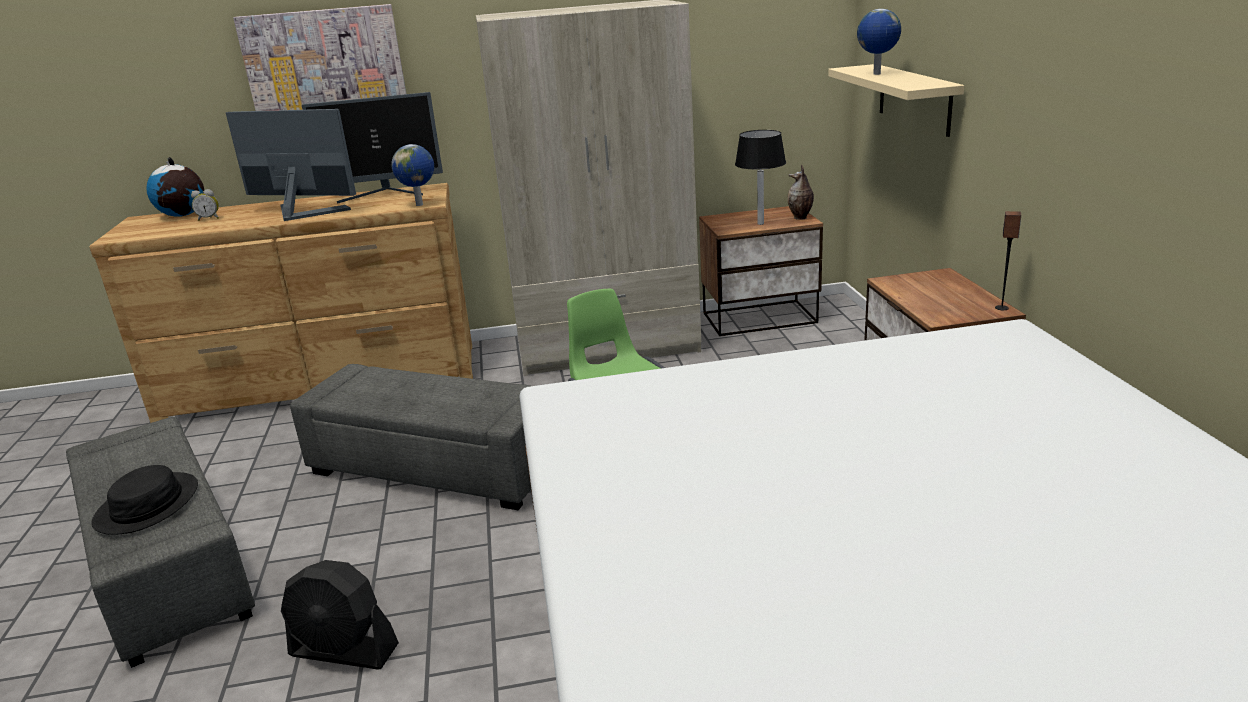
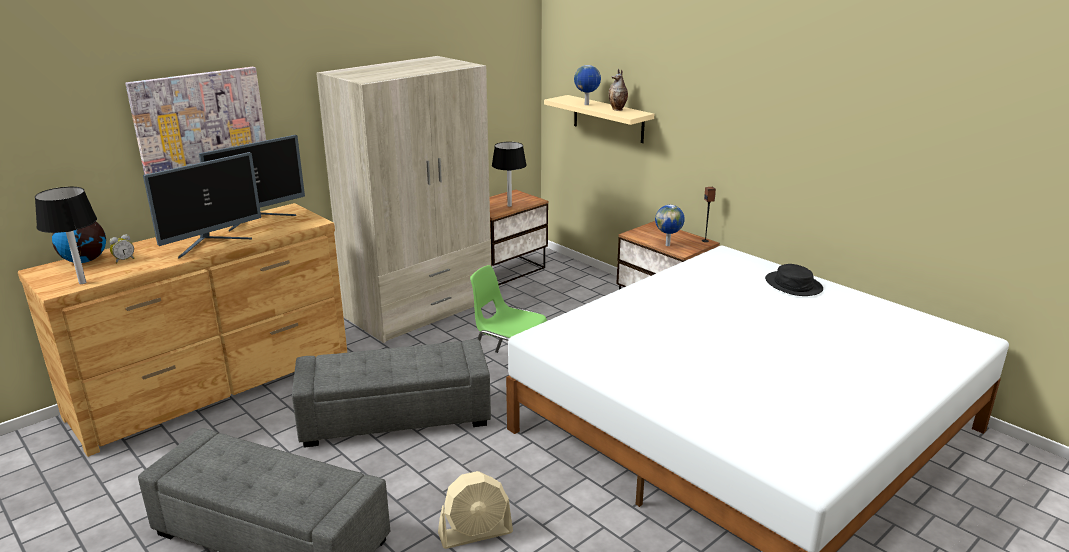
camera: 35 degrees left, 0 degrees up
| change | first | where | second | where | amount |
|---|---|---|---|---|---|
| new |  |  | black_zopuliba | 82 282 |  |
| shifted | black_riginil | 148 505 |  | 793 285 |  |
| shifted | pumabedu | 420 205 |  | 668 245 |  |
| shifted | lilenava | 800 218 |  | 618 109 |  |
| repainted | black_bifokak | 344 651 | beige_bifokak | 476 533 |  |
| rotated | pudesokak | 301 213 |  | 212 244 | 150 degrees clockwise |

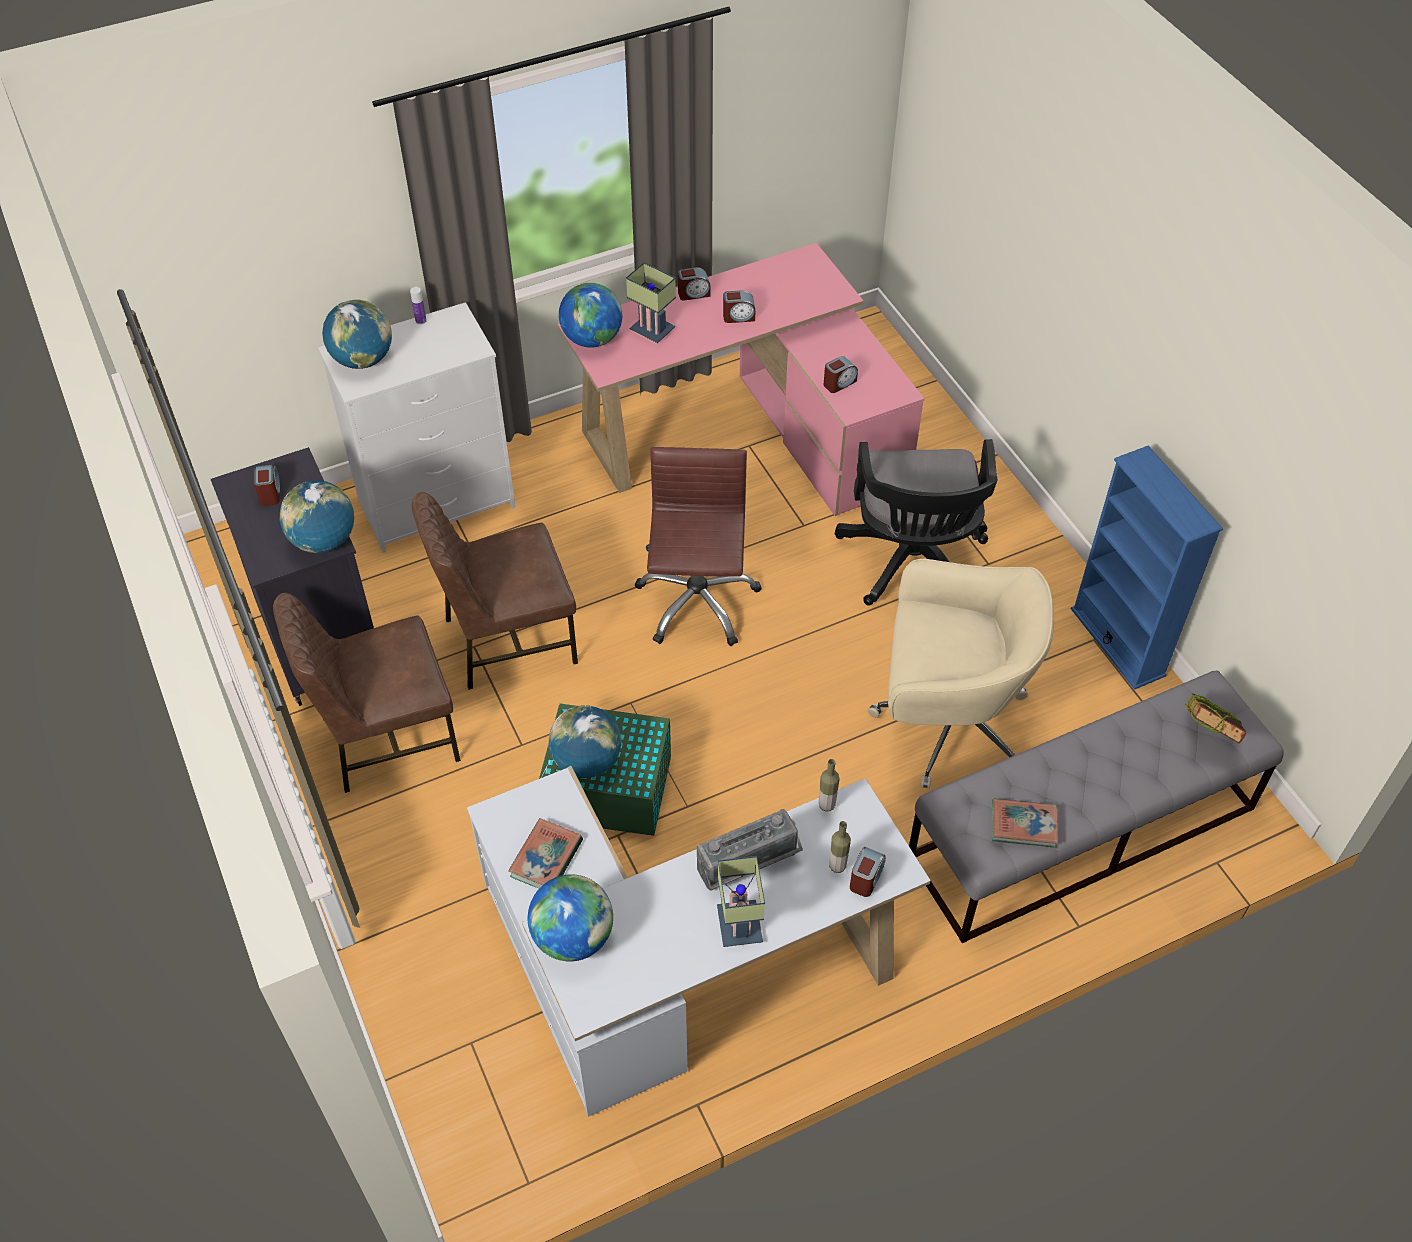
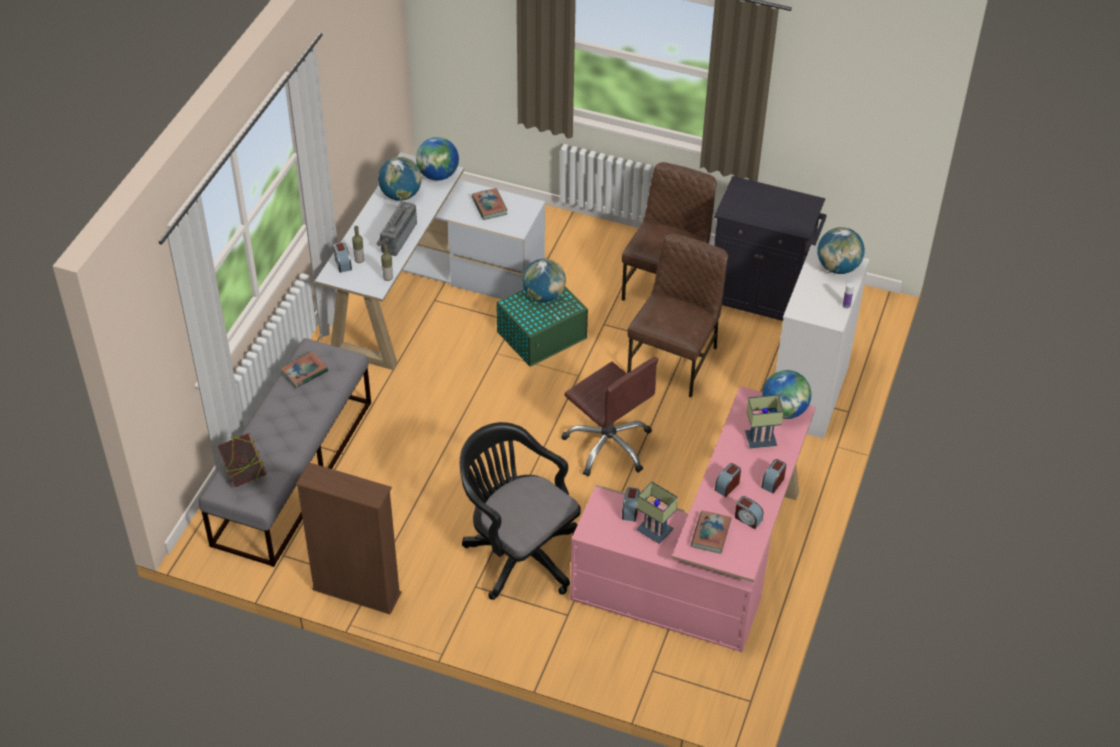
camera: 135 degrees right, 5 degrees down
| change | first | where | second | where | amount |
|---|---|---|---|---|---|
| gone | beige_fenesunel | 946 724 |  |  |  |
| new |  |  | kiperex | 710 534 |  |
| shifted | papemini | 270 492 |  | 747 519 |  |
| shifted | pumabedu | 324 541 |  | 401 195 |  |
| shifted | zopuliba | 737 924 |  | 656 531 |  |
| repainted | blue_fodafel | 1117 642 | brown_fodafel | 356 591 |  |

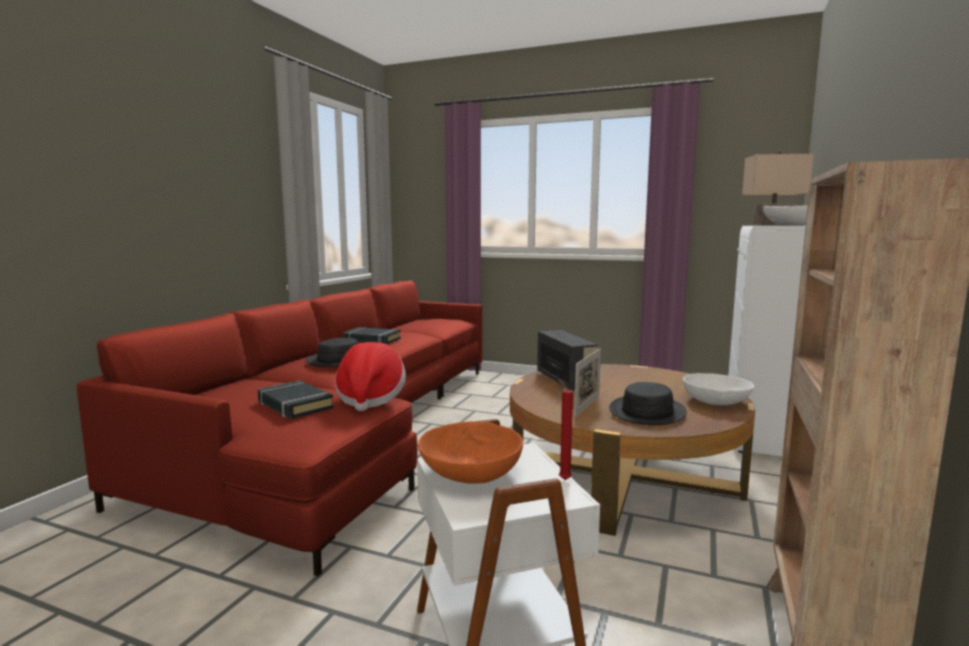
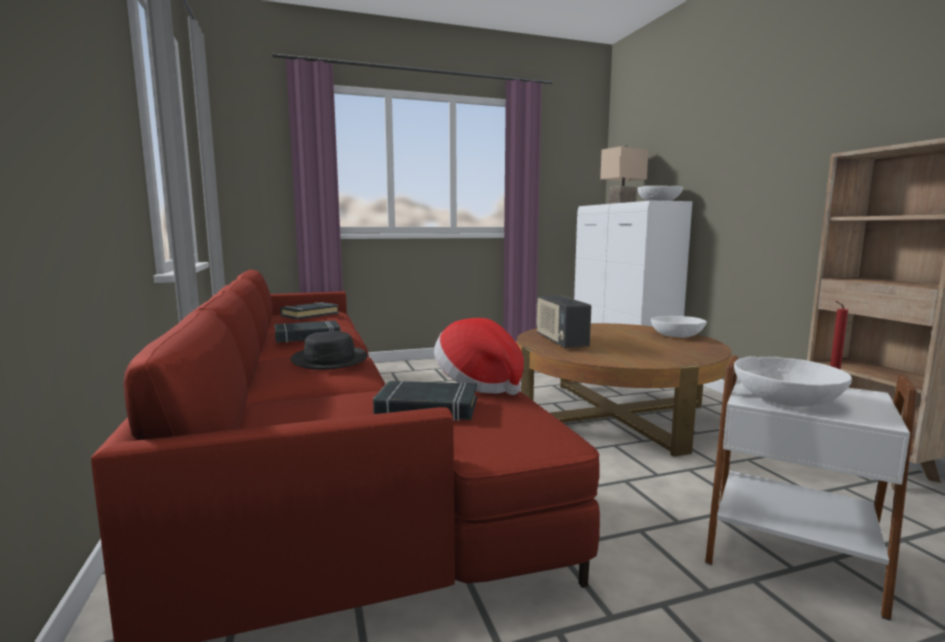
camera: 40 degrees left, 0 degrees up
| change | first | where | second | where | amount |
|---|---|---|---|---|---|
| gone | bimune | 587 406 |  |  |  |
| gone | black_riginil | 647 412 |  |  |  |
| new |  |  | black_kiperex | 309 315 |  |
| repainted | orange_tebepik | 470 472 | white_tebepik | 785 399 |  |
| rotated | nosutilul | 566 381 |  | 560 341 | 135 degrees counterclockwise |

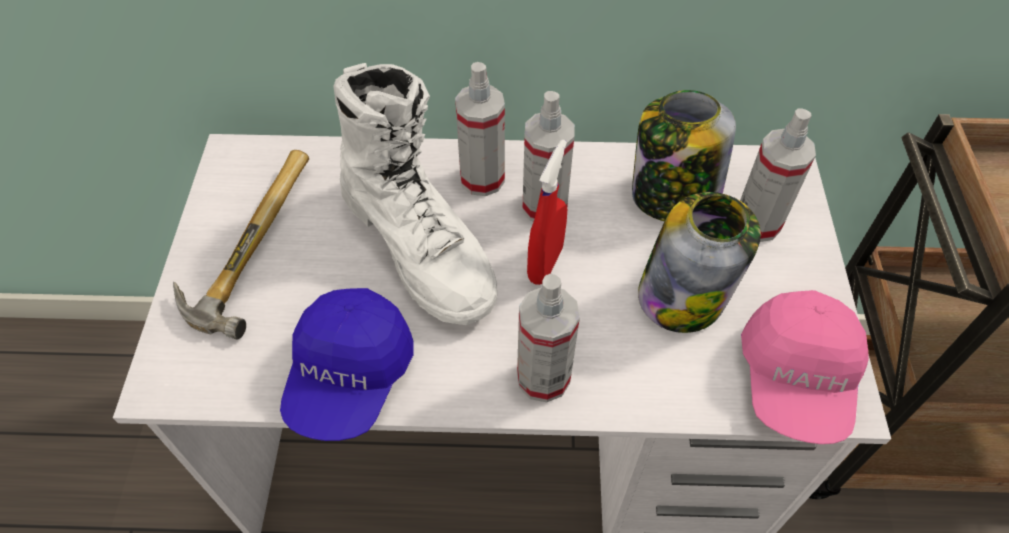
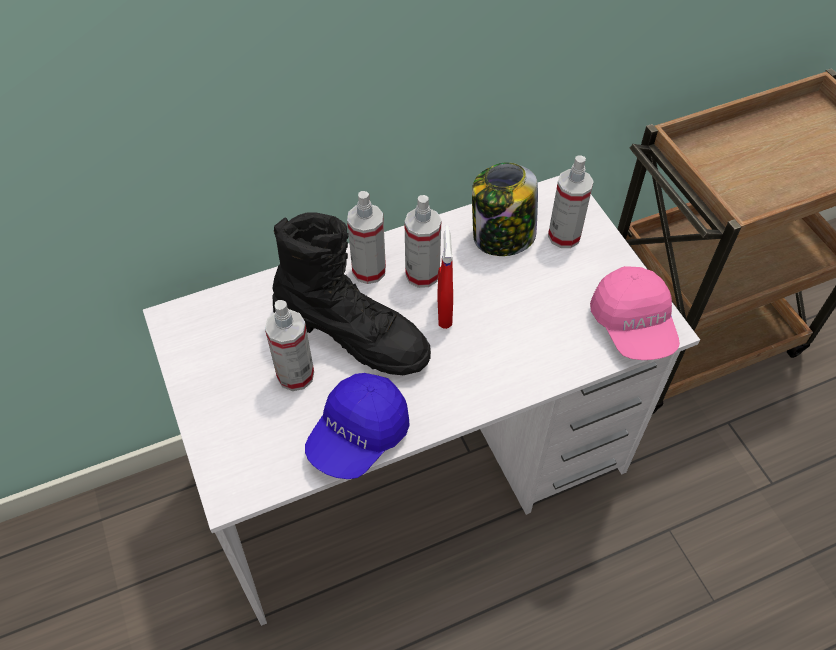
camera: 25 degrees left, 0 degrees up
| change | first | where | second | where | amount |
|---|---|---|---|---|---|
| gone | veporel | 246 243 |  |  |  |
| gone | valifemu | 683 295 |  |  |  |
| shifted | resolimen | 543 377 |  | 295 375 |  |
| repainted | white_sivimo | 420 245 | black_sivimo | 353 332 |  |
| rotated | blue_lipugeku | 349 377 |  | 358 436 | 45 degrees clockwise |

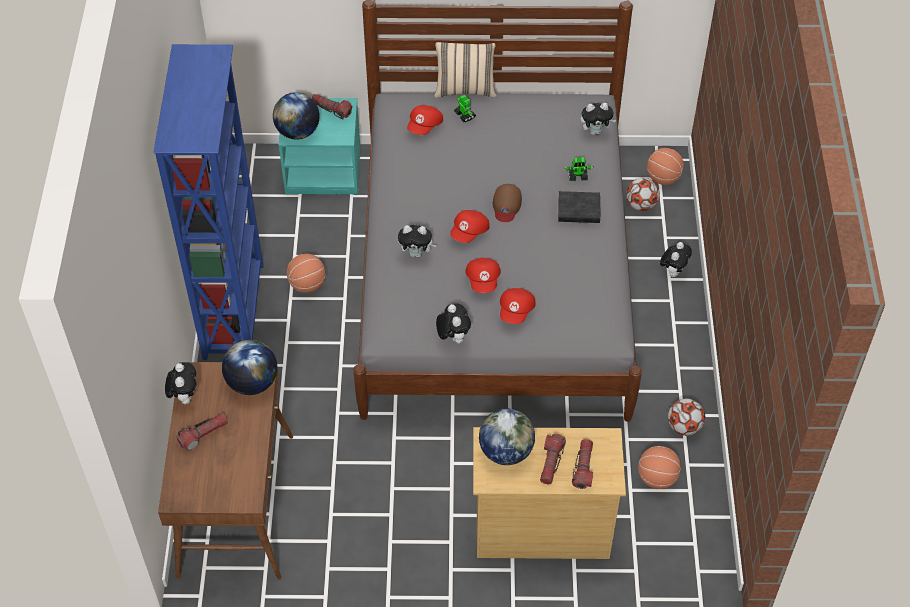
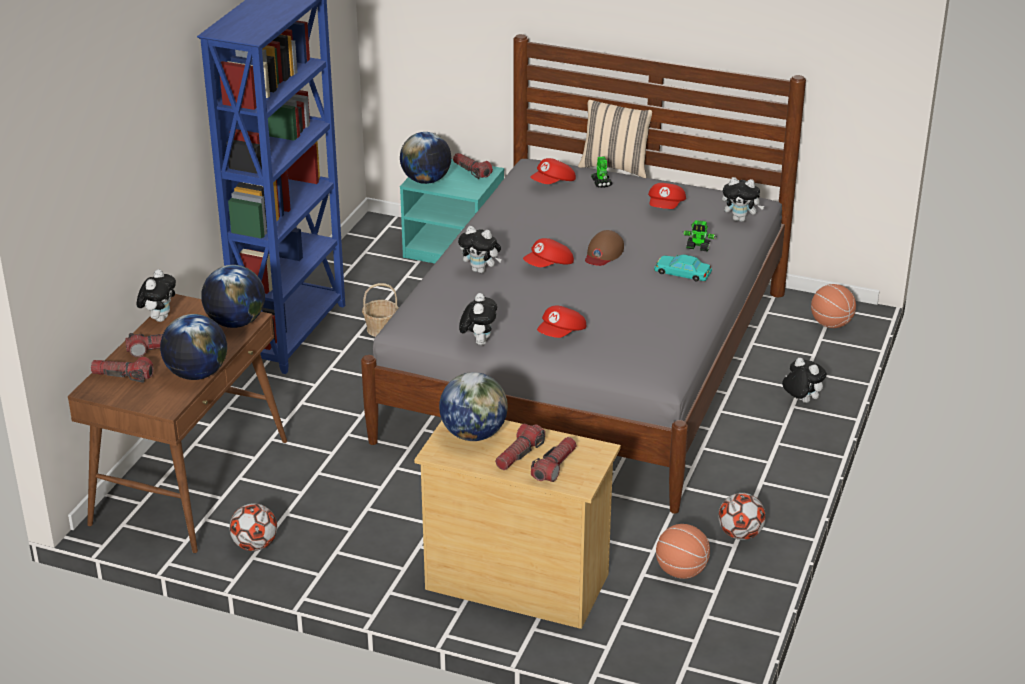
camera: 20 degrees right, 20 degrees down
| change | first | where | second | where | amount |
|---|---|---|---|---|---|
| new |  |  | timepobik | 123 376 |  |
| new |  |  | pumabedu | 196 374 |  |
| shifted | red_lipugeku | 483 280 |  | 666 207 |  |
| shifted | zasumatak | 641 205 |  | 255 545 |  |
| swapped | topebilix | 307 284 | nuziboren | 381 329 |  |
| swapped | black_kiperex | 578 210 | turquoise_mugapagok | 682 272 |  |
| rotated | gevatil | 673 271 |  | 801 401 | 90 degrees counterclockwise |

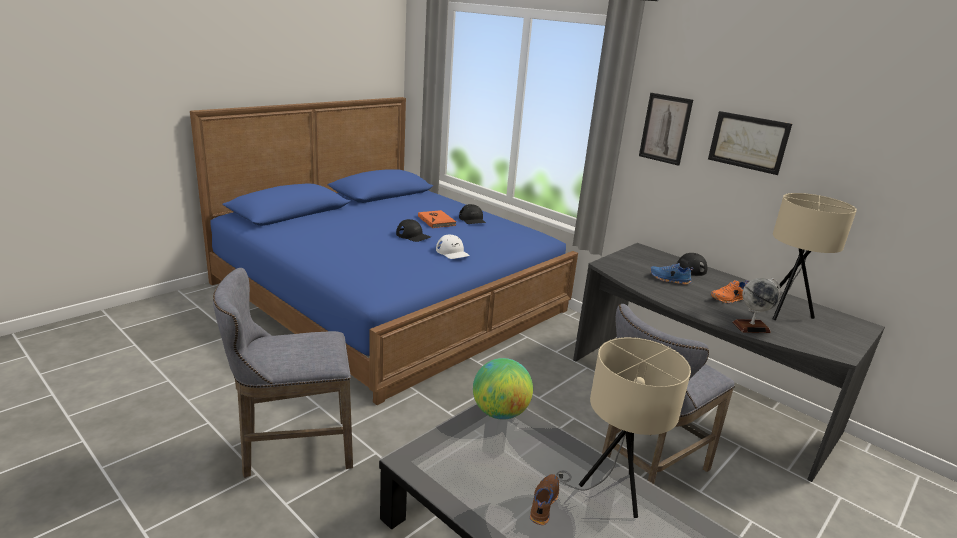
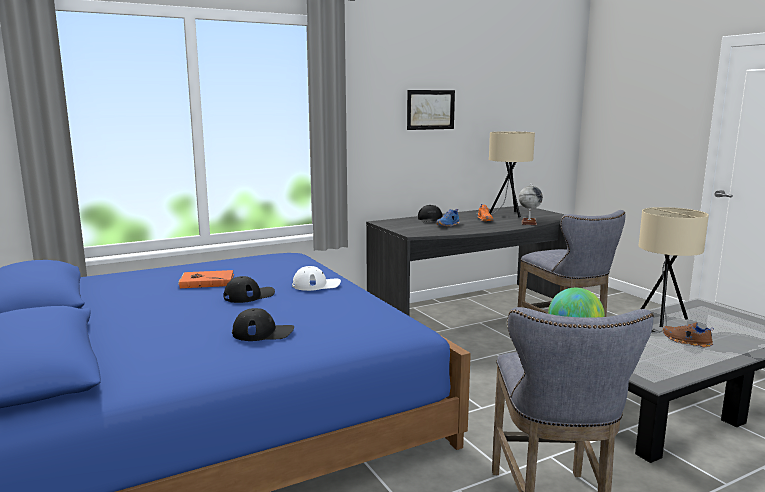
camera: 70 degrees left, 10 degrees down
| change | first | where | second | where | amount |
|---|---|---|---|---|---|
| gone | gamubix | 665 129 |  |  |  |
| shifted | black_lipugeku | 472 219 |  | 263 332 |  |

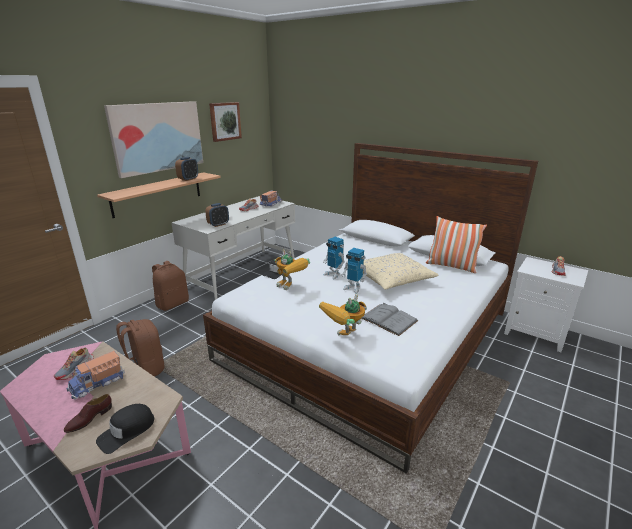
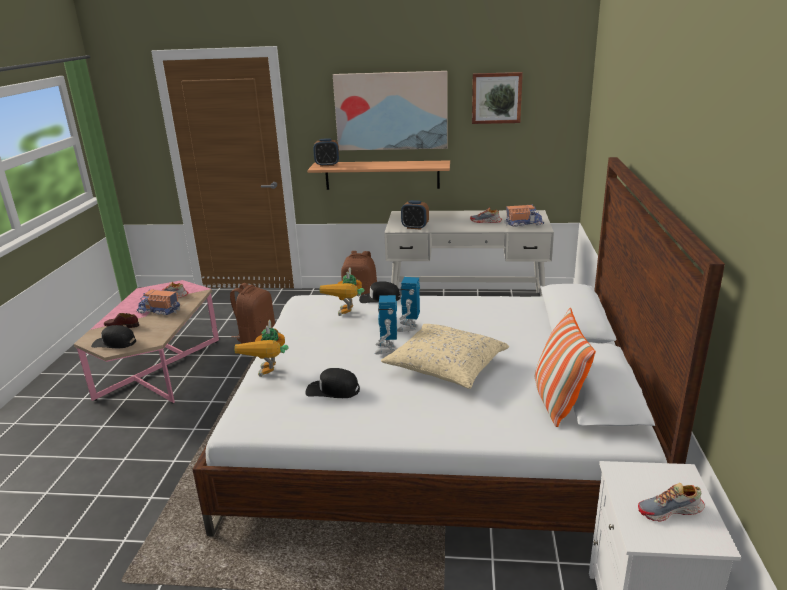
camera: 60 degrees right, 0 degrees up
| change | first | where | second | where | amount |
|---|---|---|---|---|---|
| shifted | papemini | 188 179 |  | 327 165 |  |
| swapped | grey_kiperex | 388 319 | black_lipugeku | 333 390 |  |
| rotated | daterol | 344 338 |  | 270 376 | 105 degrees counterclockwise |

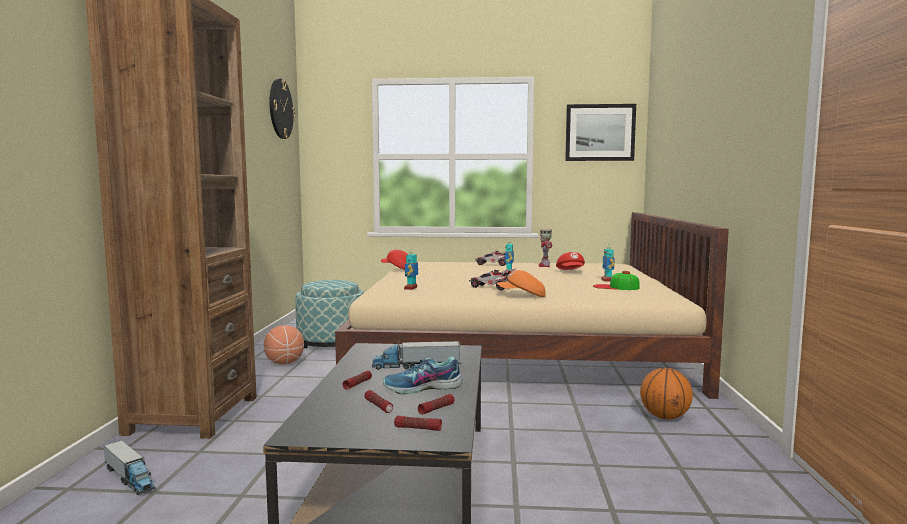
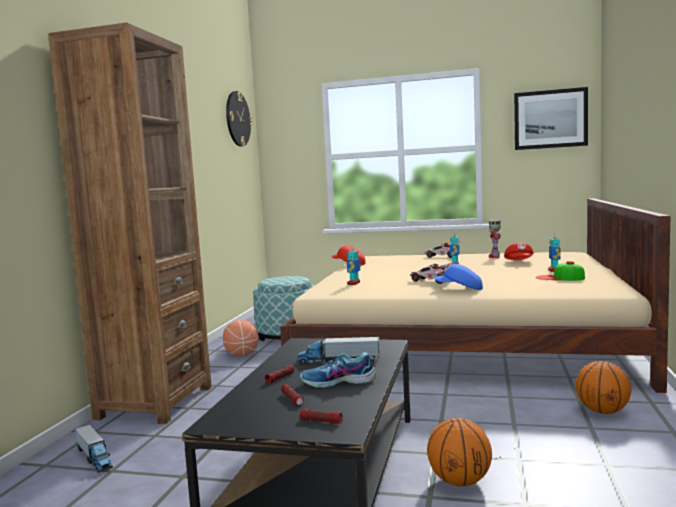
camera: 10 degrees right, 0 degrees up
| change | first | where | second | where | amount |
|---|---|---|---|---|---|
| gone | timepobik | 436 409 |  |  |  |
| new |  |  | topebilix | 459 481 |  |
| repainted | orange_lipugeku | 522 296 | blue_lipugeku | 459 289 |  |

